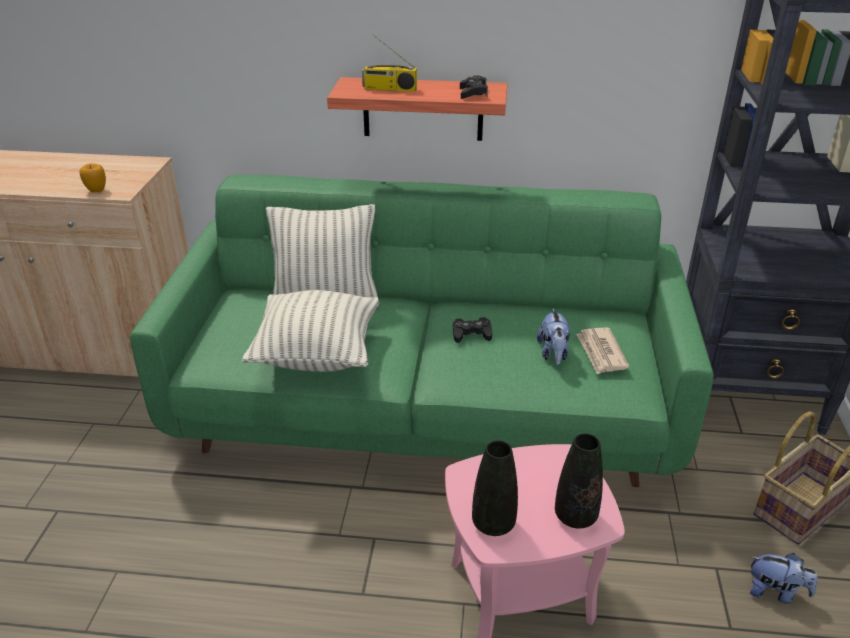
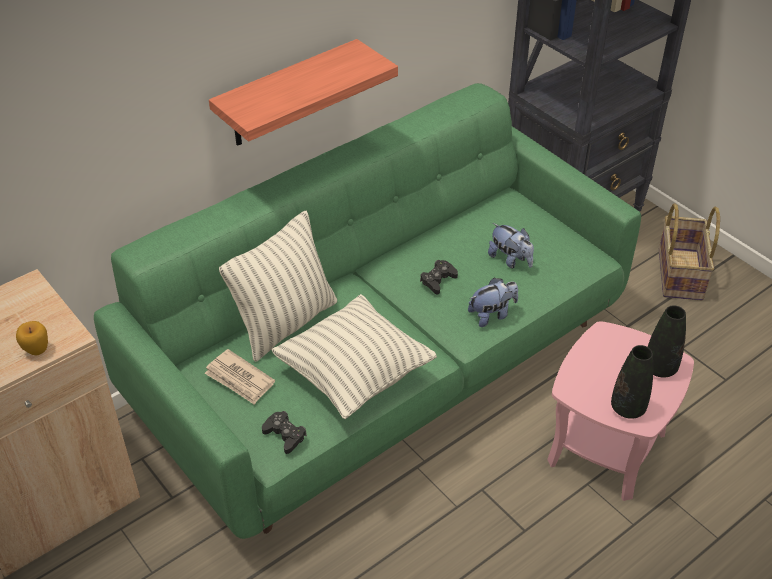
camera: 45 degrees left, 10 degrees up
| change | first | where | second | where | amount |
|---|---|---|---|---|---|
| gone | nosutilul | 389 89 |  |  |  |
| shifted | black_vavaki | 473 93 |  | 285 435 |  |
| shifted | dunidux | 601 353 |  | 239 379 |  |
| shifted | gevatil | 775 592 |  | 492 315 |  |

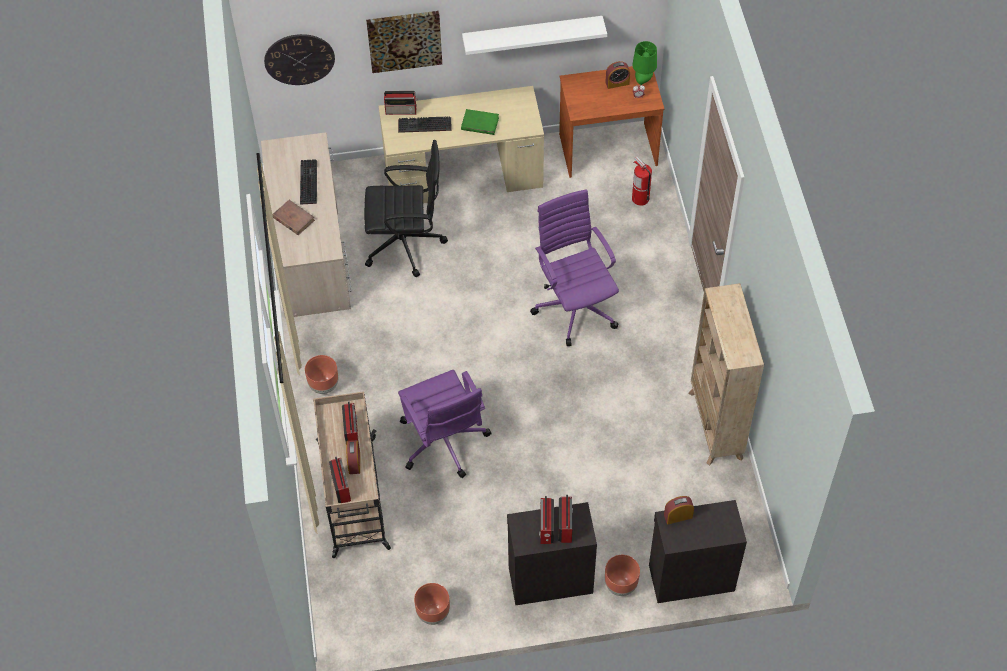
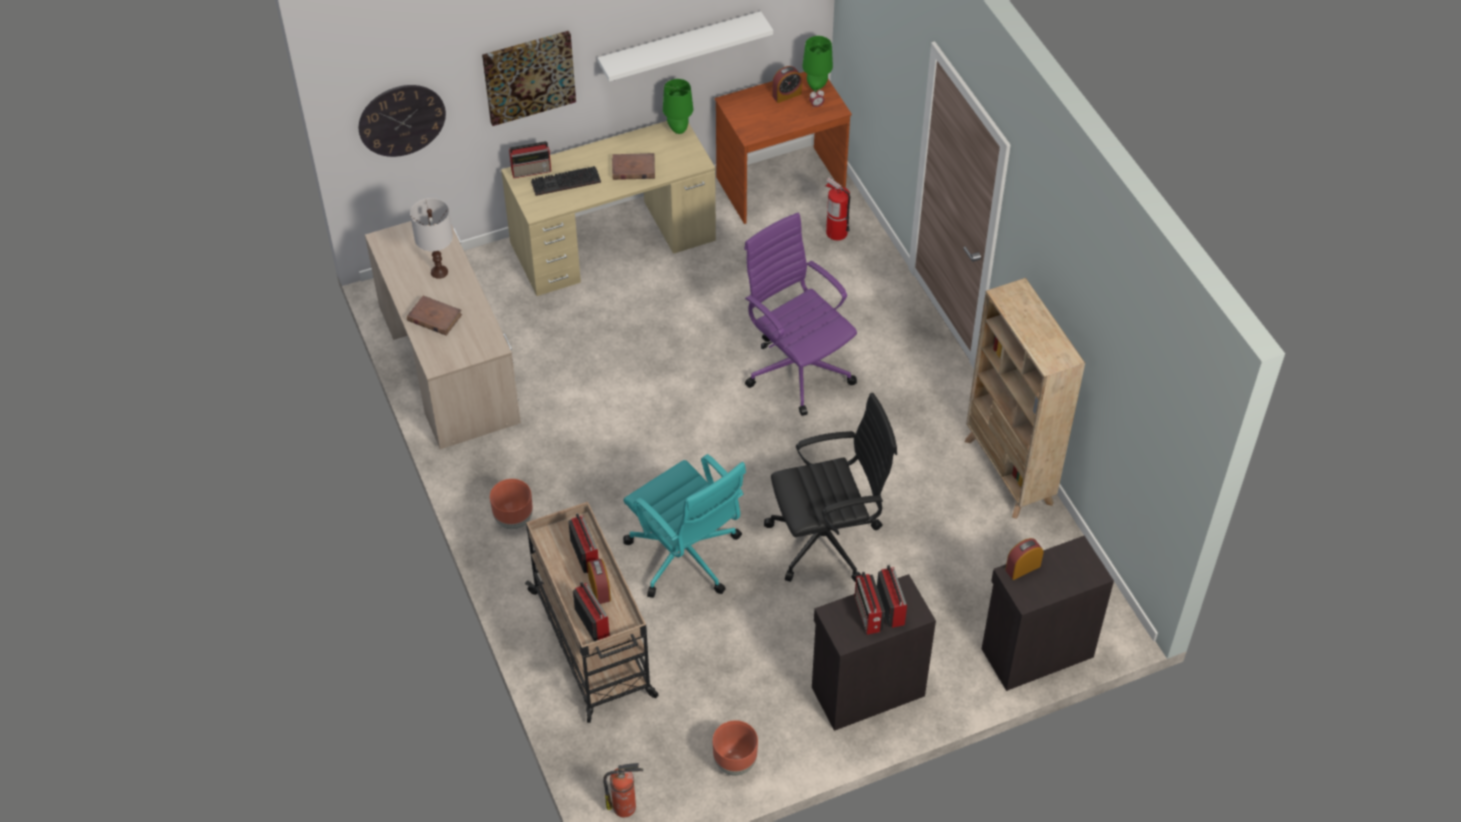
camera: 15 degrees left, 5 degrees down
| change | first | where | second | where | amount |
|---|---|---|---|---|---|
| gone | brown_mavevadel | 620 585 |  |  |  |
| new |  |  | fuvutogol | 625 807 |  |
| new |  |  | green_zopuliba | 678 129 |  |
| shifted | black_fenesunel | 406 244 |  | 827 540 |  |
| swapped | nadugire | 307 182 | white_zopuliba | 439 272 |  |
| repainted | purple_fenesunel | 444 443 | turquoise_fenesunel | 686 558 |  |
| repainted | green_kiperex | 479 123 | brown_kiperex | 633 169 |  |

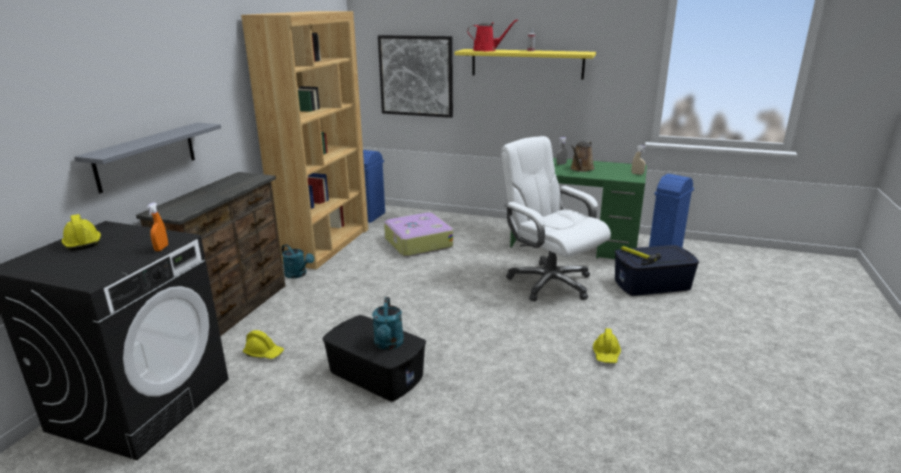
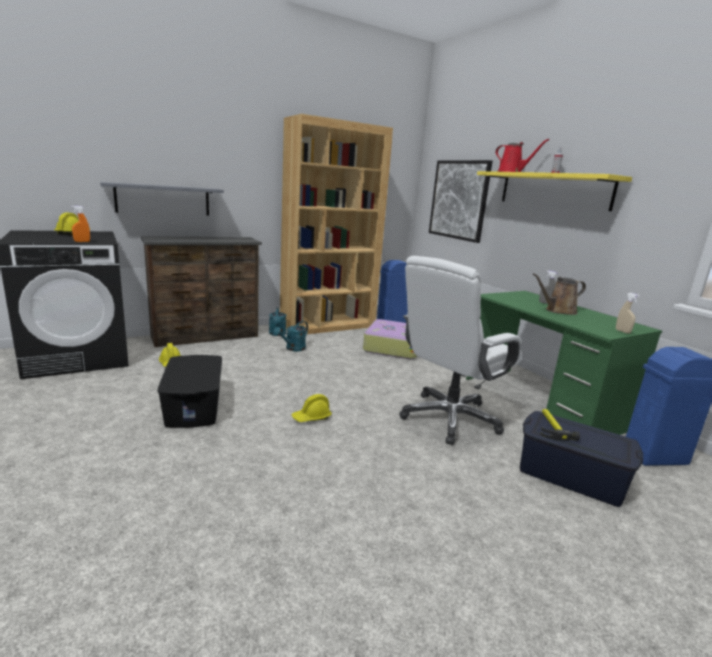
camera: 40 degrees right, 5 degrees down
| change | first | where | second | where | amount |
|---|---|---|---|---|---|
| shifted | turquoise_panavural | 388 344 |  | 293 349 |  |
| shifted | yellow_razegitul | 606 354 |  | 311 417 |  |
| rotated | white_fenesunel | 549 282 |  | 449 418 | 135 degrees counterclockwise |

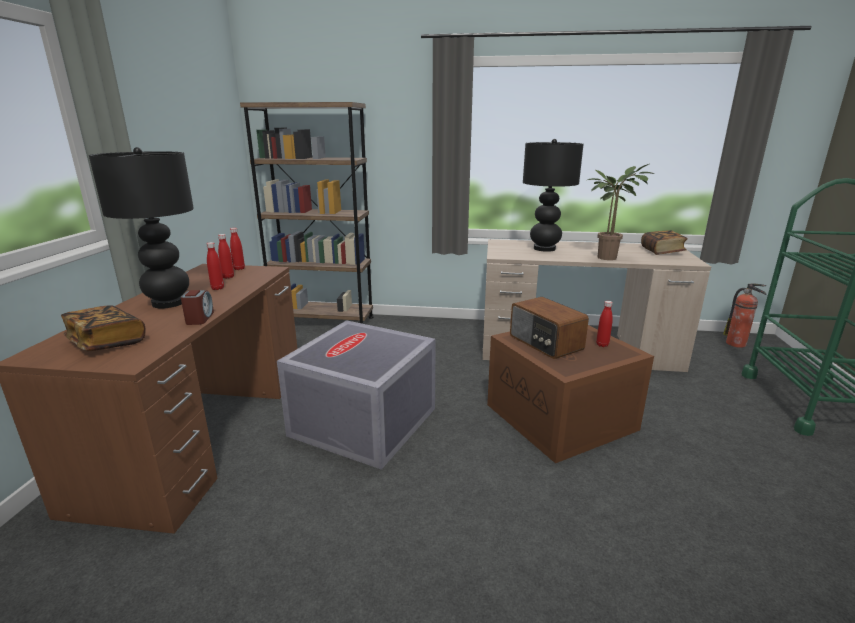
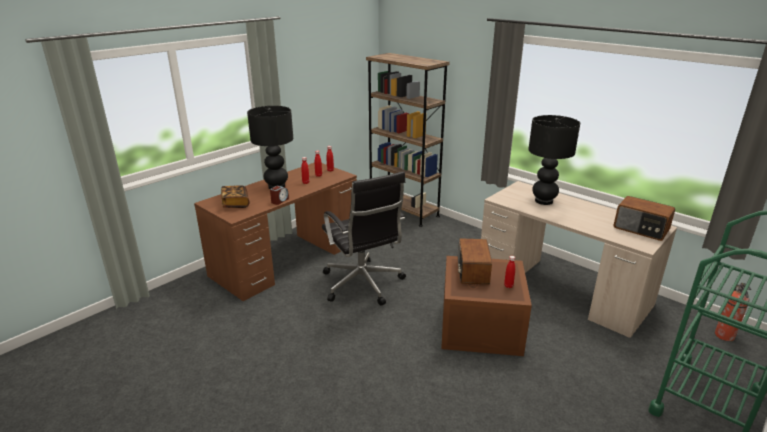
camera: 35 degrees right, 5 degrees up
| change | first | where | second | where | amount |
|---|---|---|---|---|---|
| gone | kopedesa | 609 257 |  |  |  |
| swapped | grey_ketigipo | 364 423 | black_fenesunel | 363 284 |  |
| swapped | kiperex | 662 251 | nosutilul | 641 229 |  |

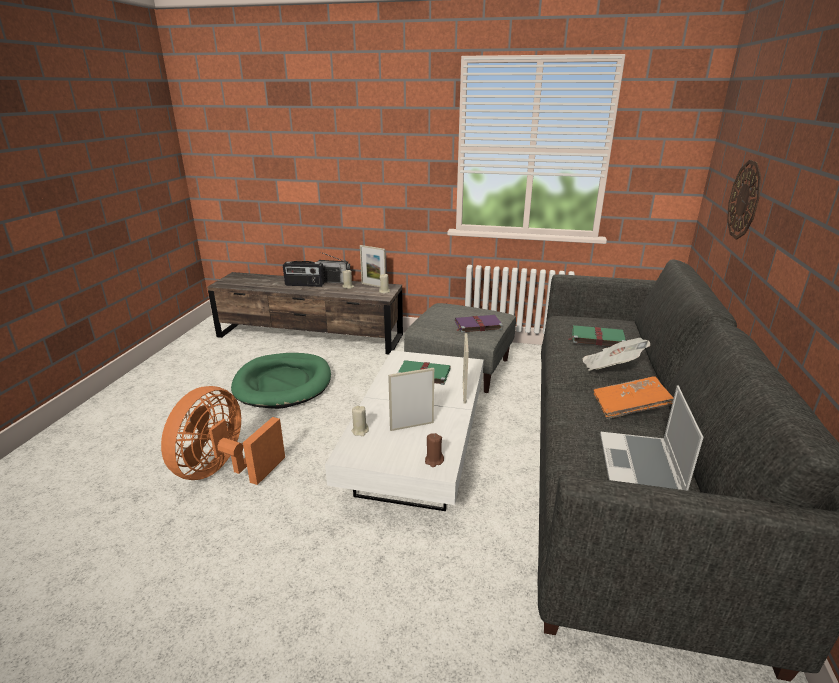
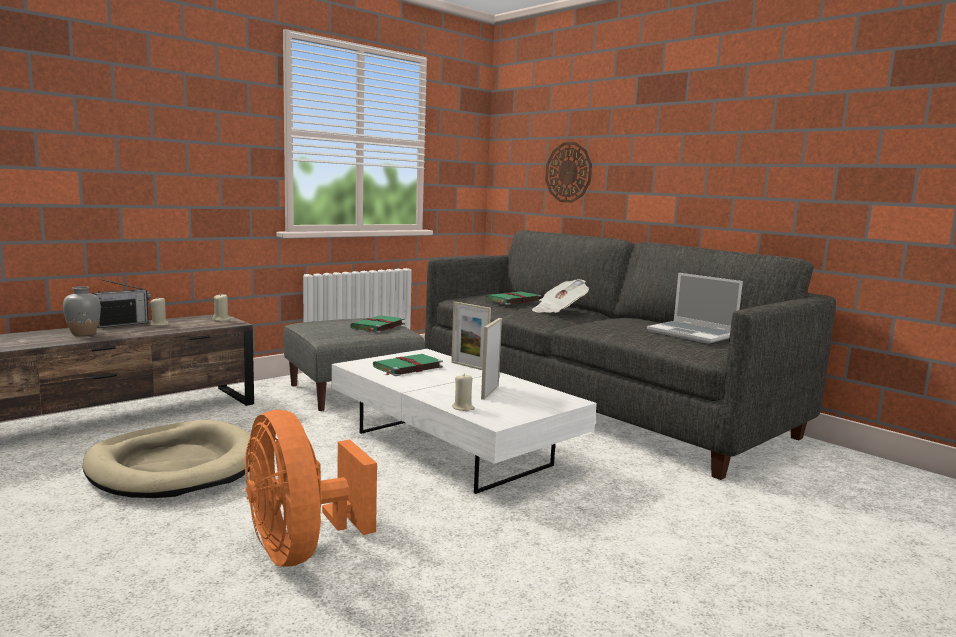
camera: 55 degrees left, 15 degrees down
| change | first | where | second | where | amount |
|---|---|---|---|---|---|
| gone | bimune | 373 285 |  |  |  |
| gone | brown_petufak | 434 460 |  |  |  |
| gone | orange_kiperex | 629 407 |  |  |  |
| swapped | nosutilul | 304 285 | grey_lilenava | 84 333 |  |
| repainted | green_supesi | 283 384 | beige_supesi | 175 466 |  |
| repainted | purple_kiperex | 477 325 | green_kiperex | 377 326 |  |

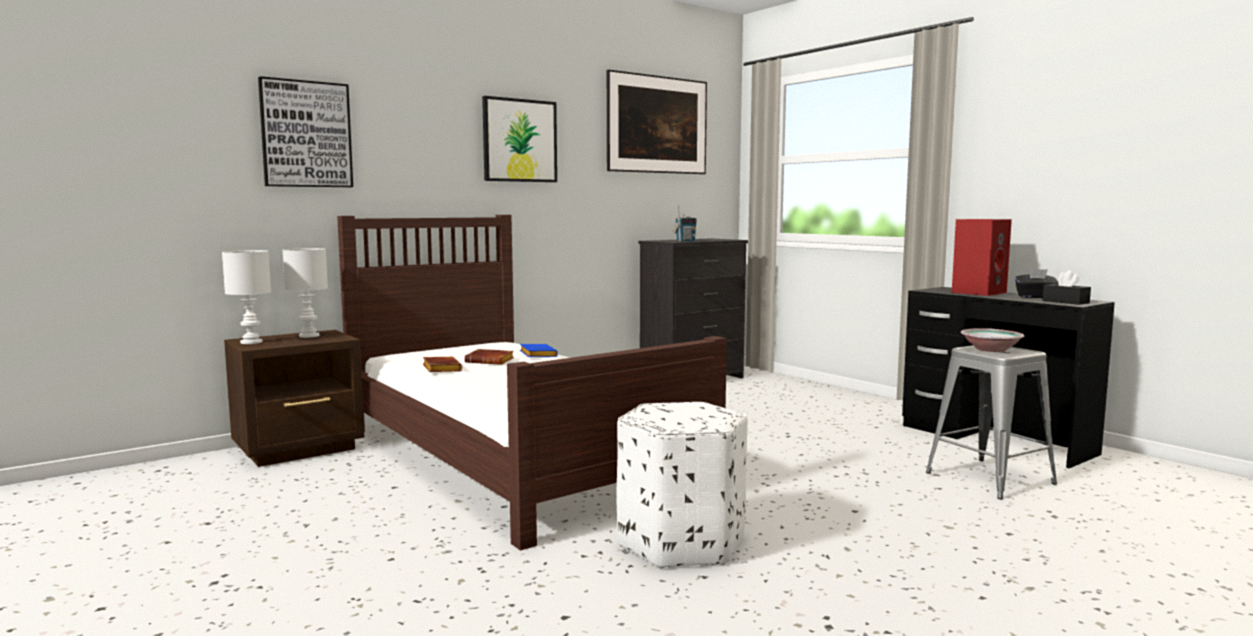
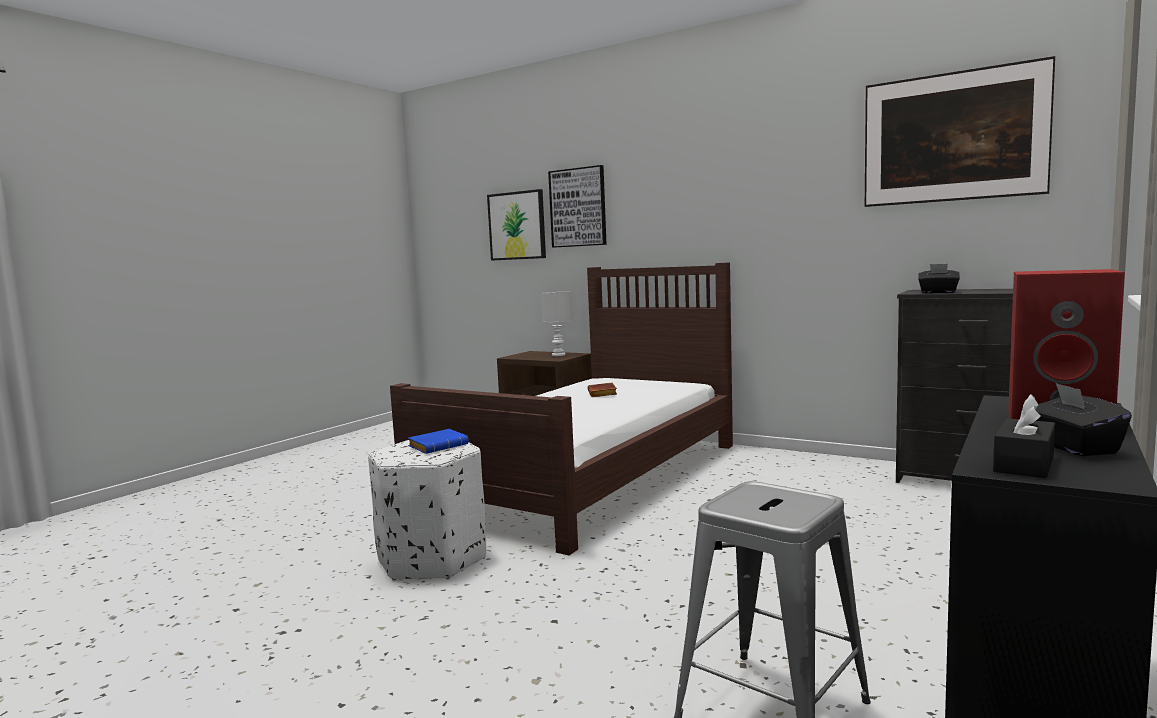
camera: 70 degrees right, 0 degrees up
| change | first | where | second | where | amount |
|---|---|---|---|---|---|
| gone | white_zopuliba | 250 342 |  |  |  |
| gone | brown_kiperex | 440 369 |  |  |  |
| gone | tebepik | 991 349 |  |  |  |
| shifted | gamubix | 519 140 |  | 517 226 |  |
| shifted | blue_kiperex | 536 355 |  | 439 446 |  |
| swapped | nosutilul | 685 241 | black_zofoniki | 938 292 |  |

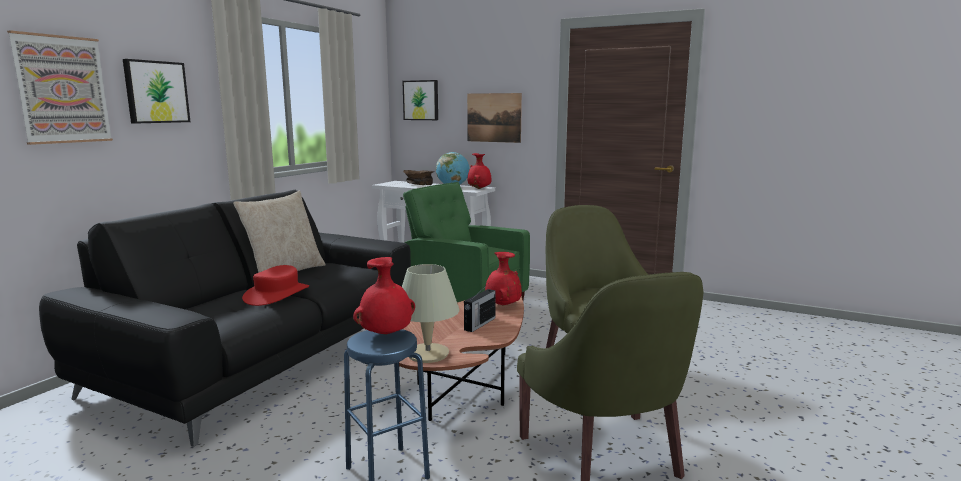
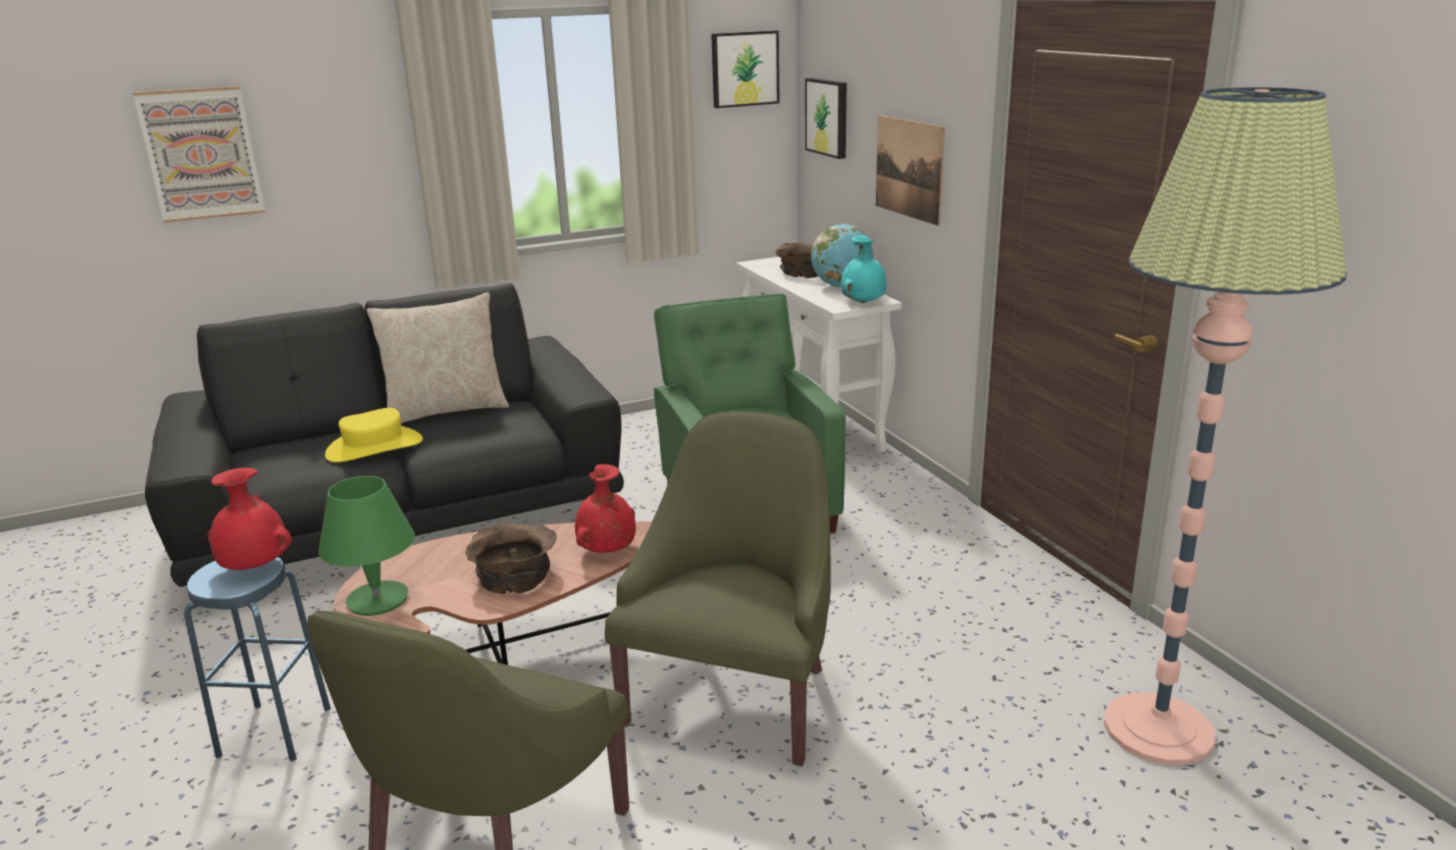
camera: 40 degrees right, 10 degrees up
| change | first | where | second | where | amount |
|---|---|---|---|---|---|
| new |  |  | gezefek | 1158 729 |  |
| shifted | gamubix | 156 92 |  | 744 69 |  |
| swapped | nosutilul | 479 324 | brown_tebepik | 515 574 |  |
| repainted | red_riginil | 277 294 | yellow_riginil | 374 447 |  |
| repainted | beige_zopuliba | 427 354 | green_zopuliba | 377 600 |  |
| repainted | red_lilenava | 479 188 | turquoise_lilenava | 864 303 |  |

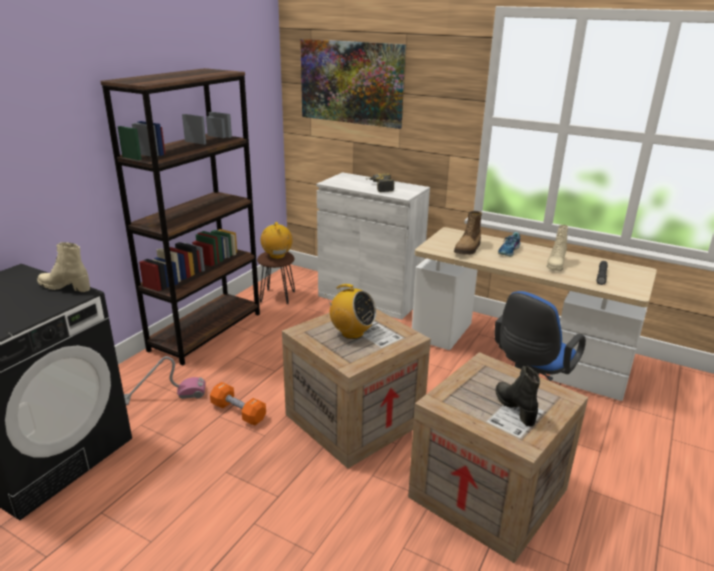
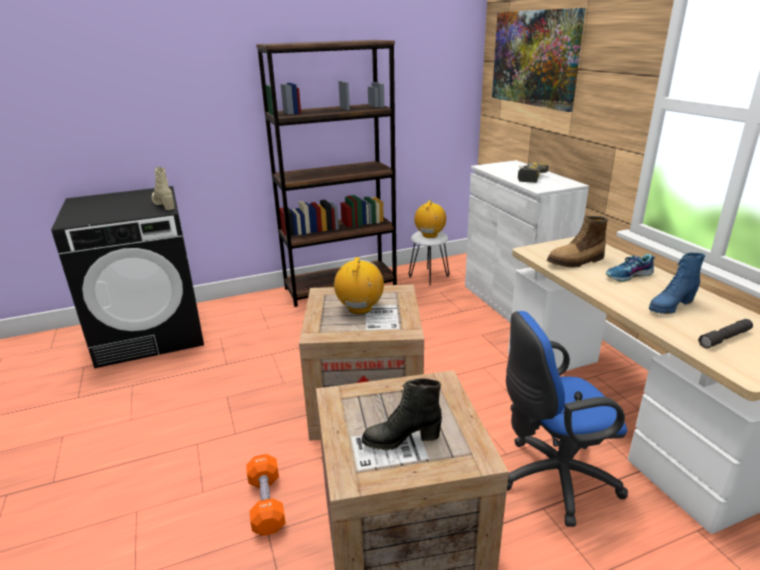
camera: 40 degrees right, 0 degrees up
| change | first | where | second | where | amount |
|---|---|---|---|---|---|
| gone | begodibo | 164 396 |  |  |  |
| shifted | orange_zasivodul | 238 412 |  | 266 504 |  |
| repainted | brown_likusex | 277 296 | white_likusex | 429 276 |  |
| repainted | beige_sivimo | 555 265 | blue_sivimo | 670 306 |  |
| rotated | nosutilul | 352 333 |  | 360 308 | 150 degrees counterclockwise |
| rotated | black_sivimo | 515 408 |  | 401 439 | 120 degrees counterclockwise |

